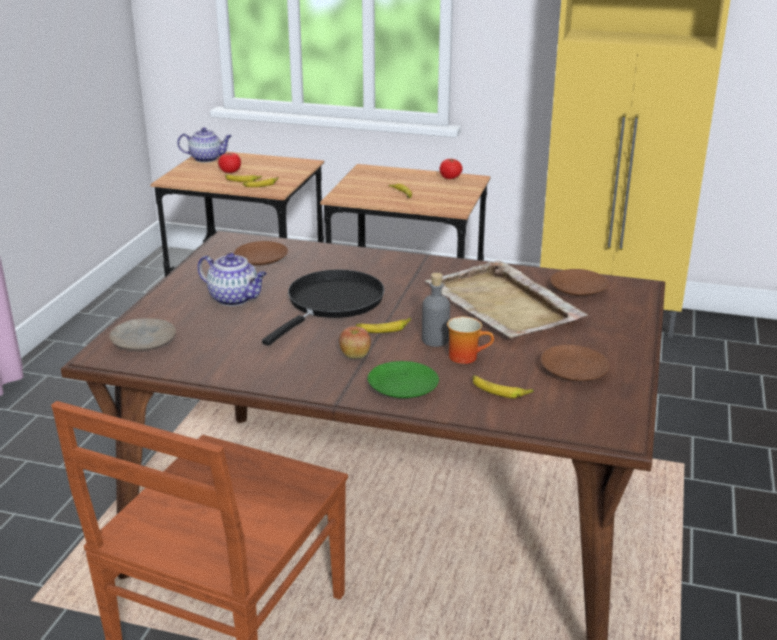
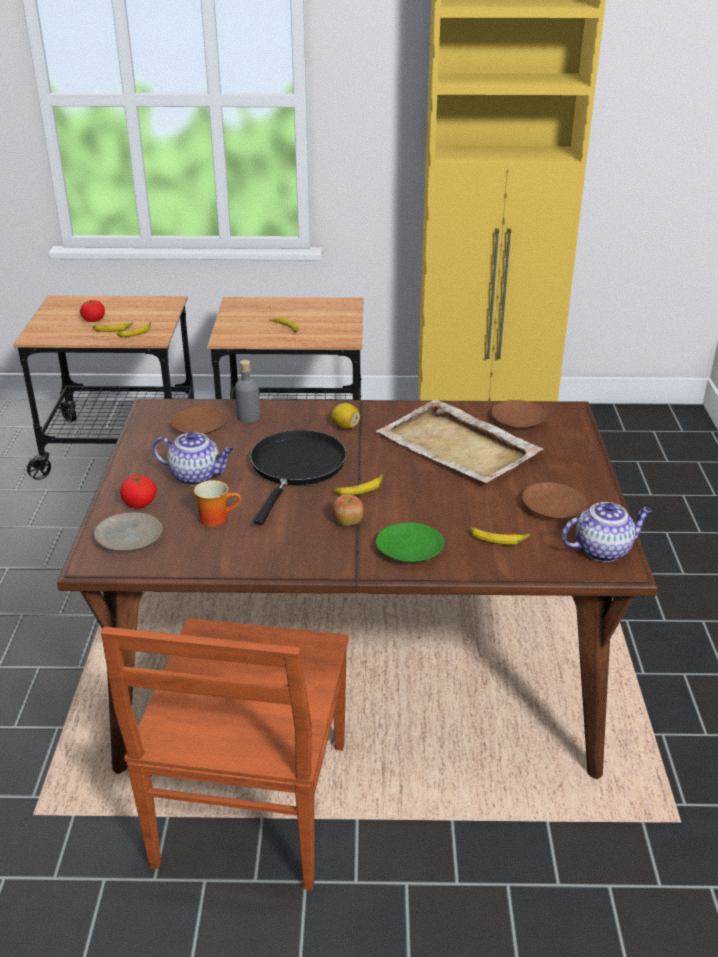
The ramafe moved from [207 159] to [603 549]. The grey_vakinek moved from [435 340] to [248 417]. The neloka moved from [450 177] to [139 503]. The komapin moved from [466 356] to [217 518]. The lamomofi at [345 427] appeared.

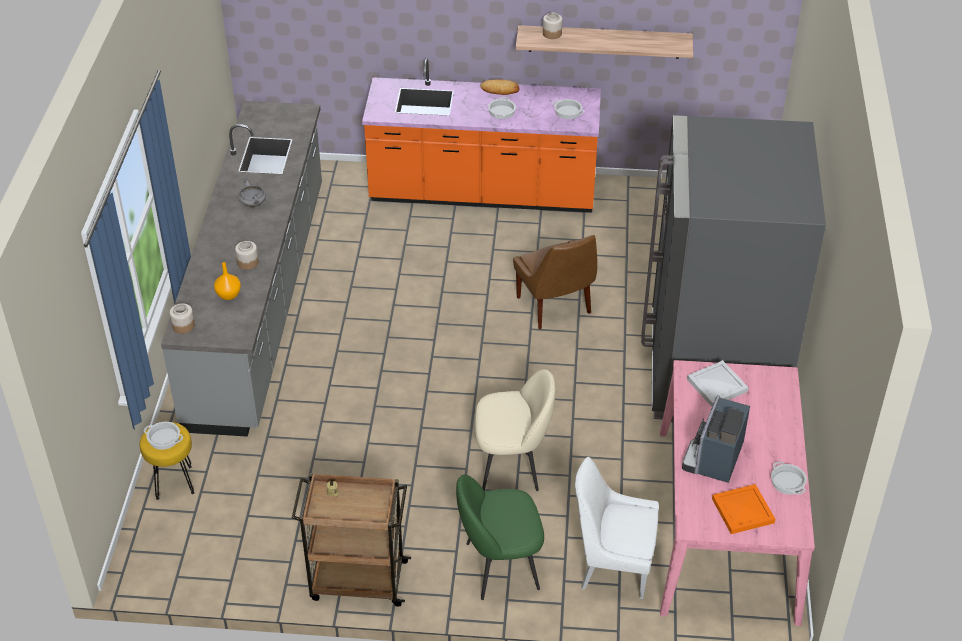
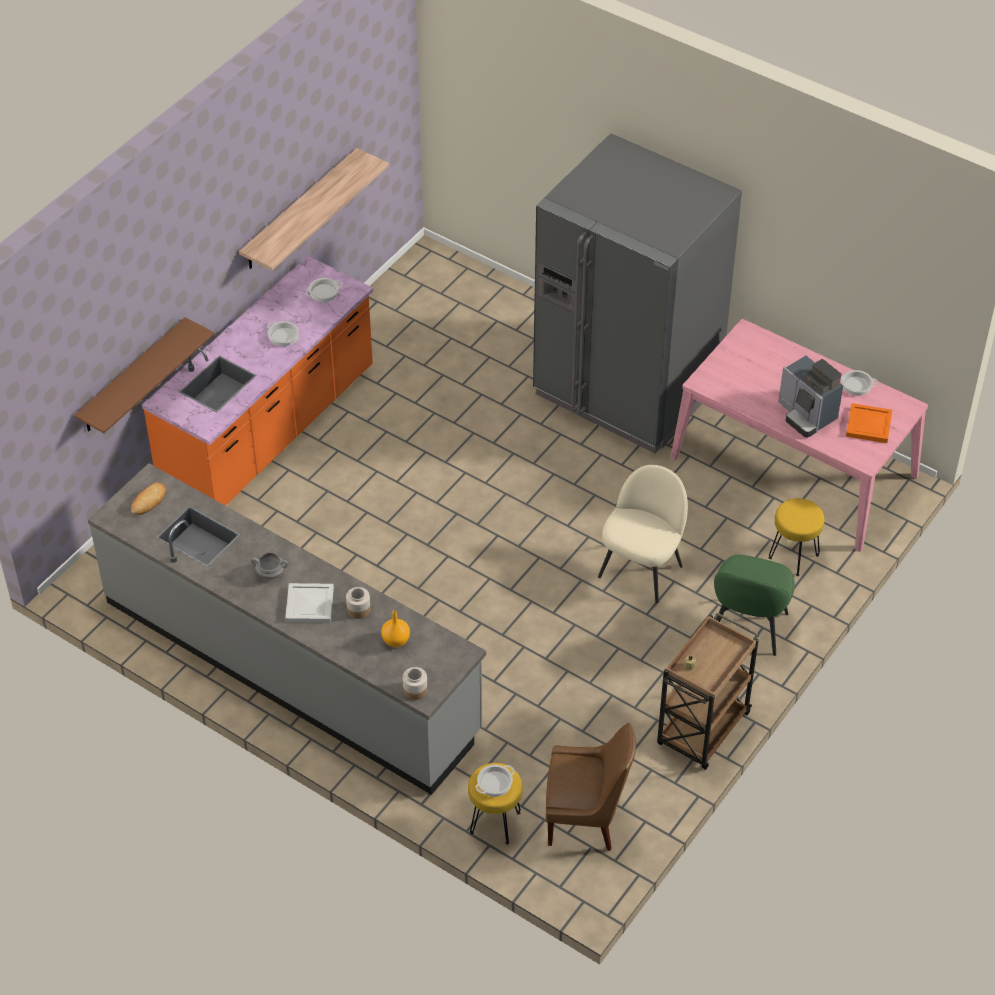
The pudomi moved from [500 89] to [149 501]. The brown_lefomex moved from [555 307] to [586 819]. The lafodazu at [552 33] disappeared. The white_lefomex at [612 566] was replaced by the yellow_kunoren at [793 556]. The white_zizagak moved from [718 385] to [310 604]. The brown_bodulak at [132 377] appeared.

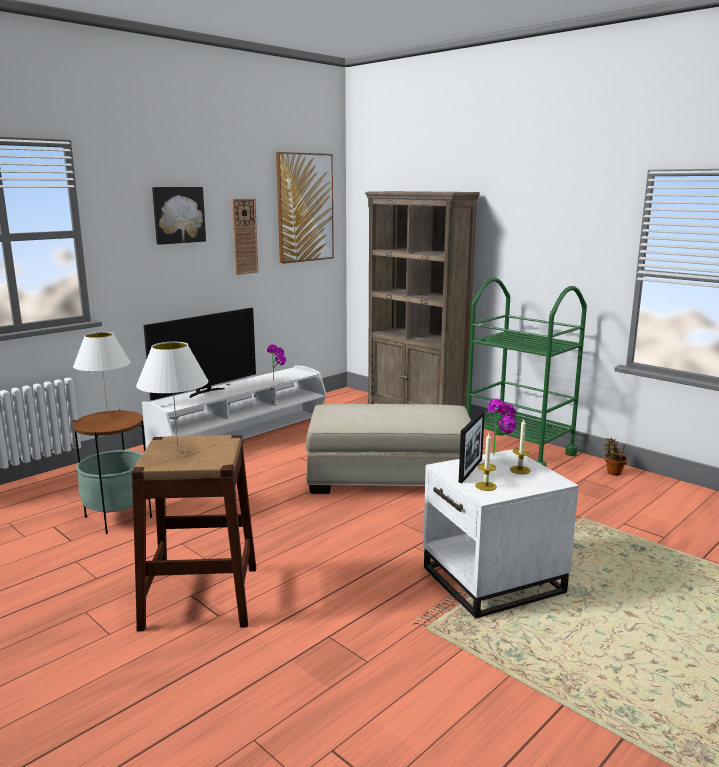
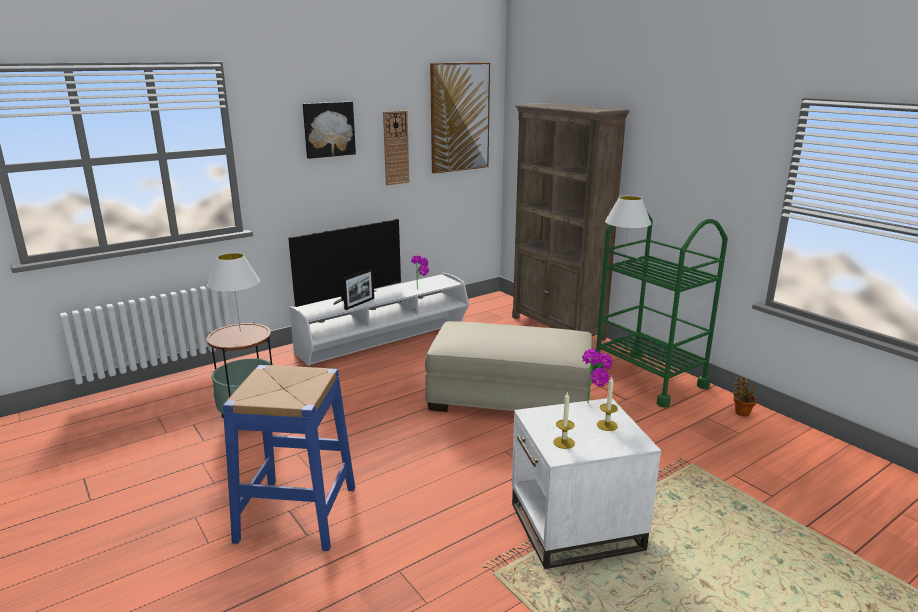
The brown_kunoren at [201 597] became the blue_kunoren at [297 513]. The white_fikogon moved from [178 451] to [623 267]. The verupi moved from [470 470] to [359 304].

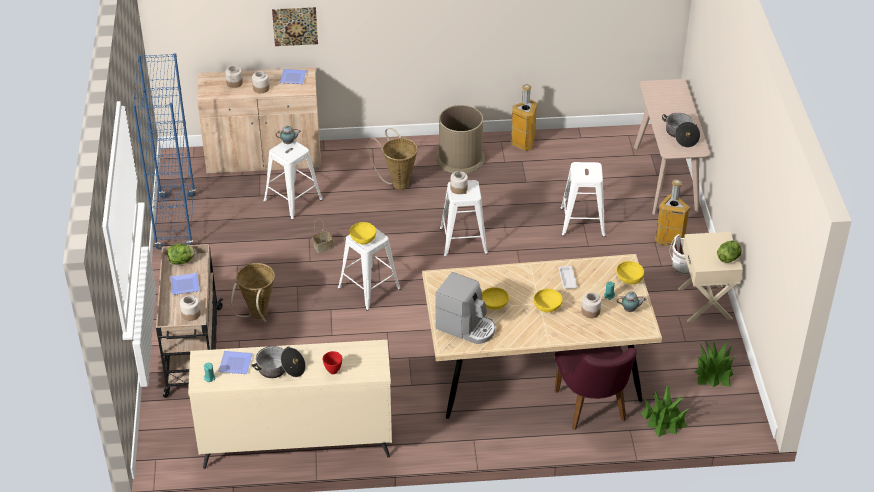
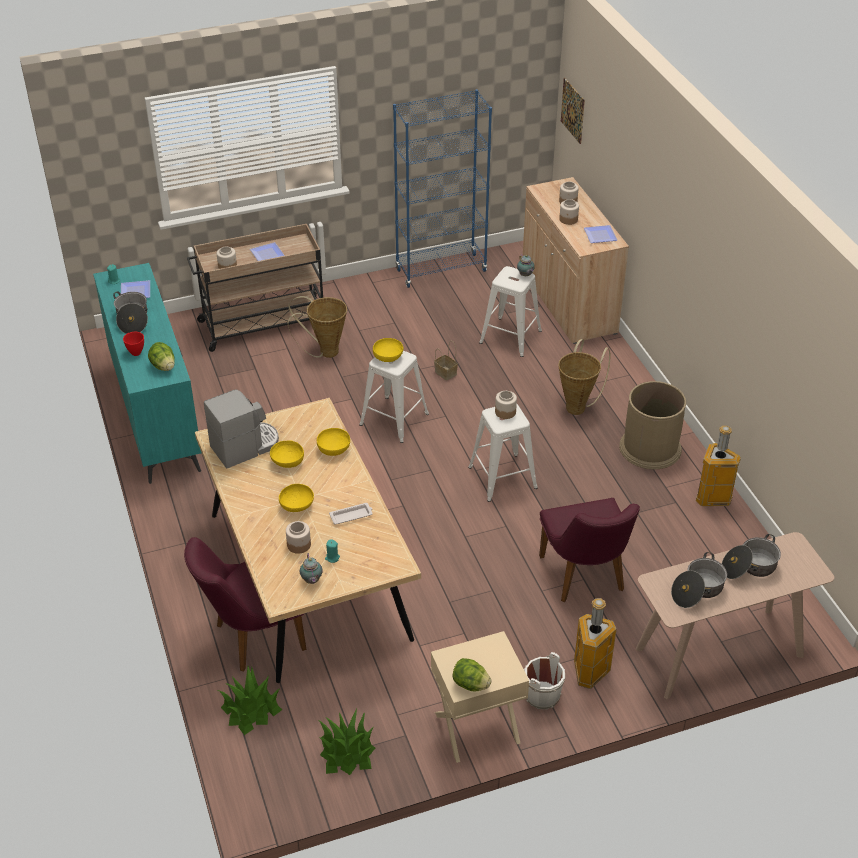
The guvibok moved from [182 261] to [163 366]. The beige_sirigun at [295 443] became the turquoise_sirigun at [156 415]. The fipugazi moved from [295 26] to [572 110]. The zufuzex at [466 327] turned 135 degrees counterclockwise. The white_kunoren at [583 222] was replaced by the purple_lefomex at [585 579]. The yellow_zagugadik moved from [629 279] to [334 449]. The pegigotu at [749 567] appeared.

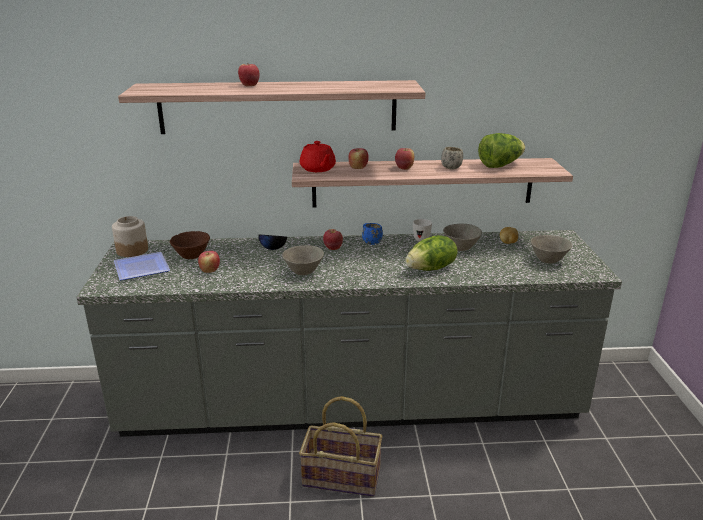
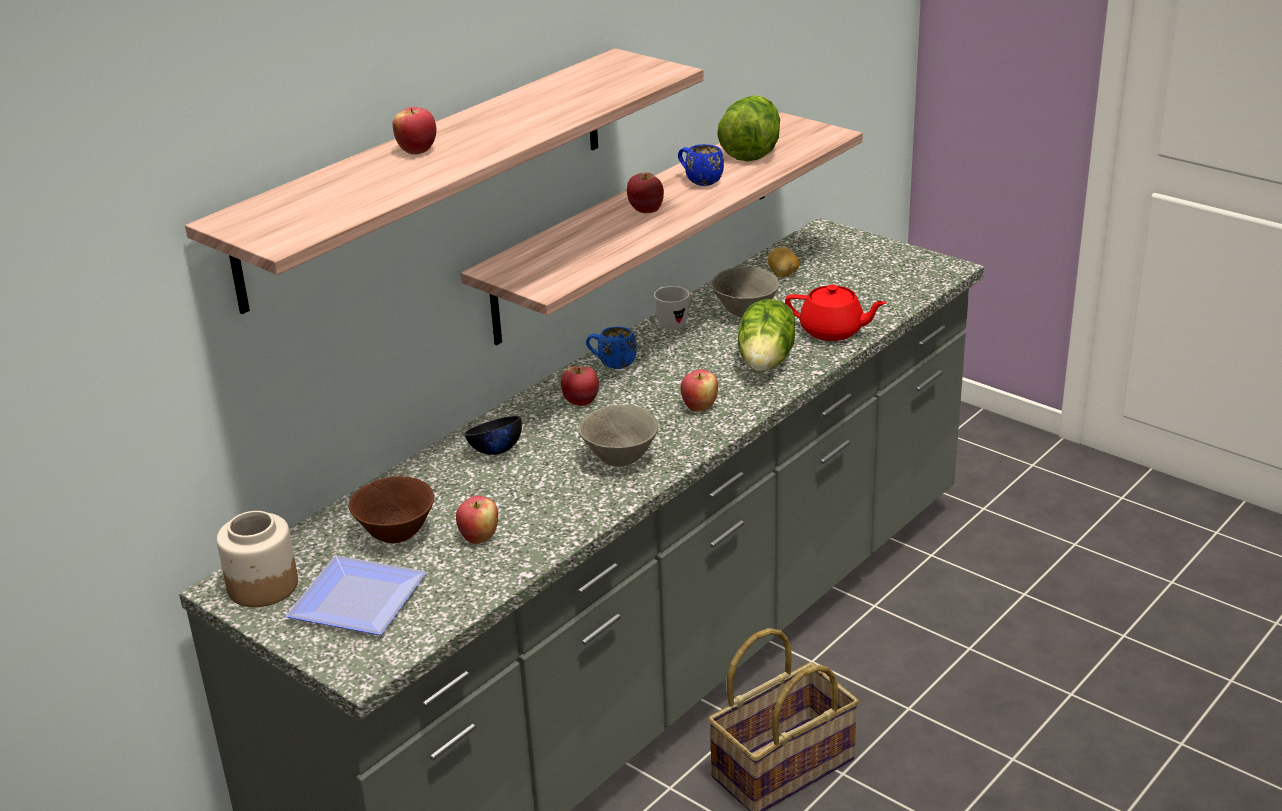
The red_ramafe moved from [318 169] to [833 331]. The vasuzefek moved from [358 168] to [699 407]. The white_komapin at [450 167] became the blue_komapin at [699 181]. The grey_zagugadik at [548 261] disappeared.

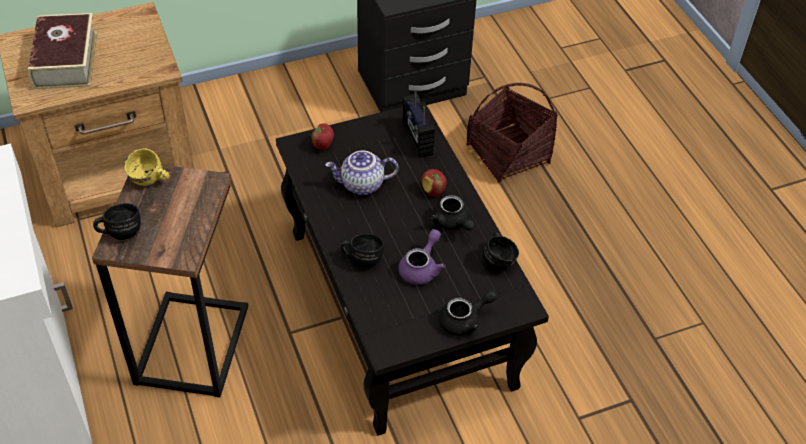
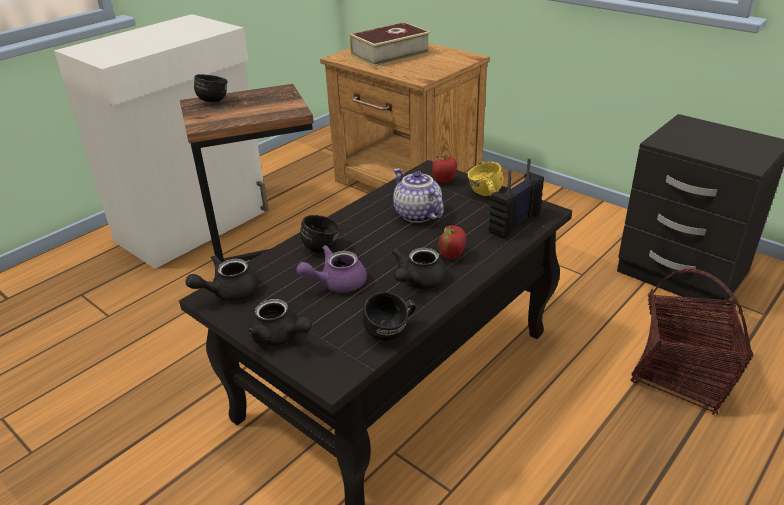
The yellow_komapin moved from [150 181] to [485 195]. The purple_ramafe at [421 268] turned 150 degrees clockwise. The black_ramafe at [228 292] appeared.

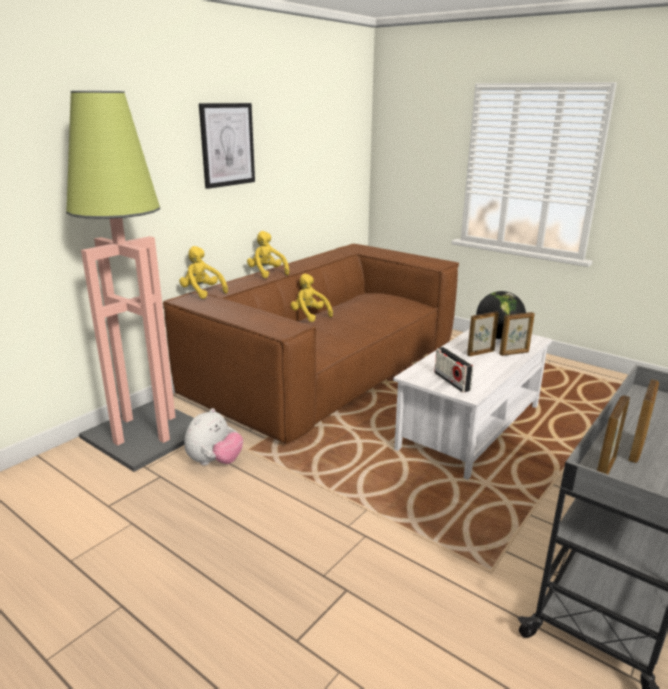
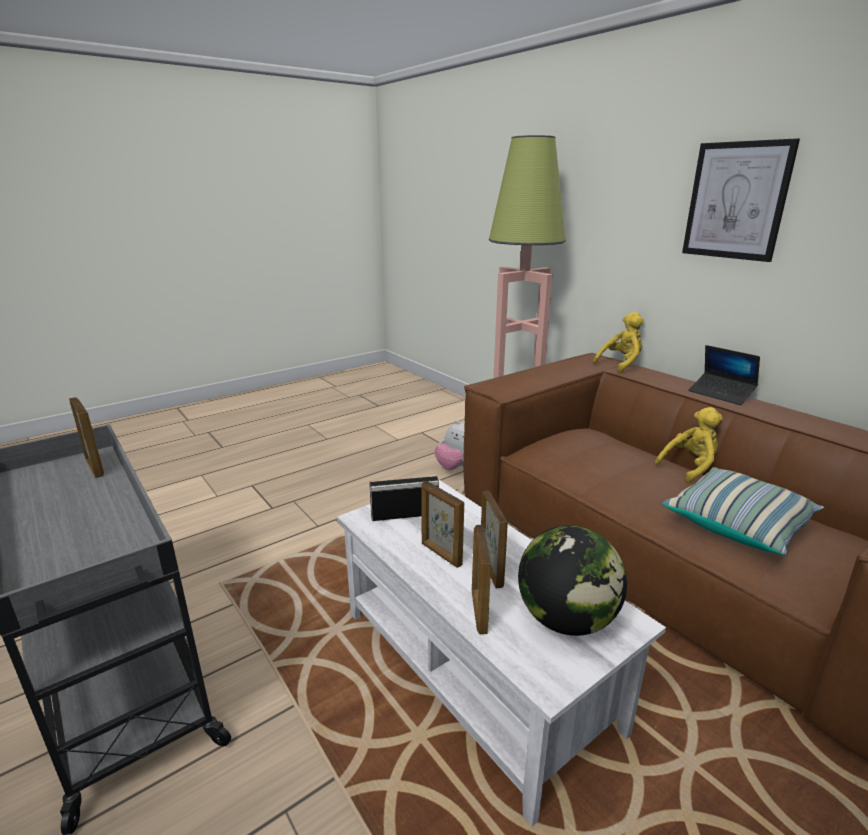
The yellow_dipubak at [267 273] was replaced by the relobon at [721 394]. The verupi moved from [637 450] to [440 554]. The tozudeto at [737 524] appeared.

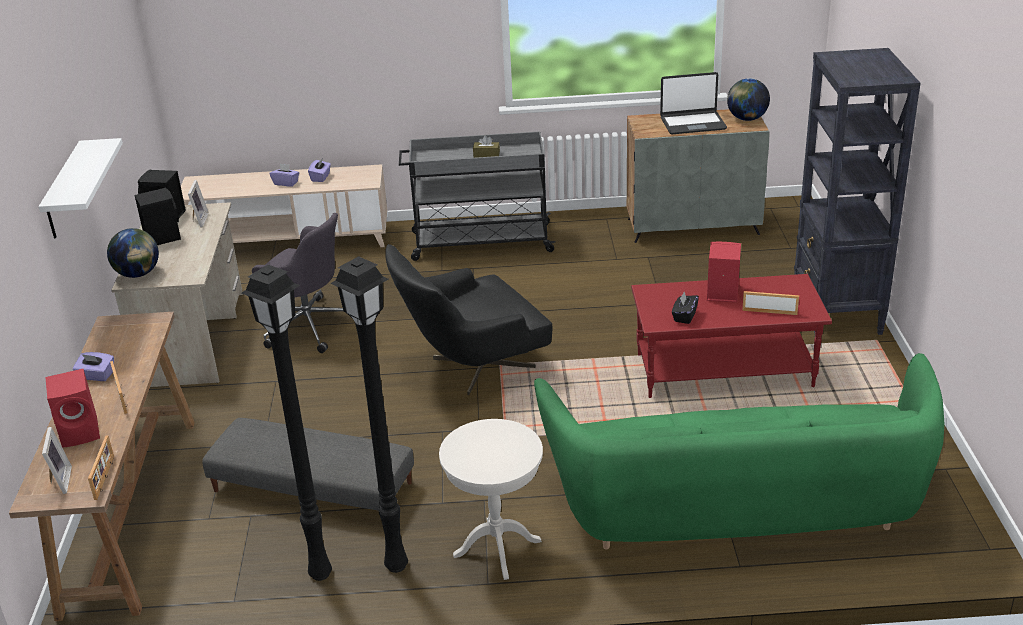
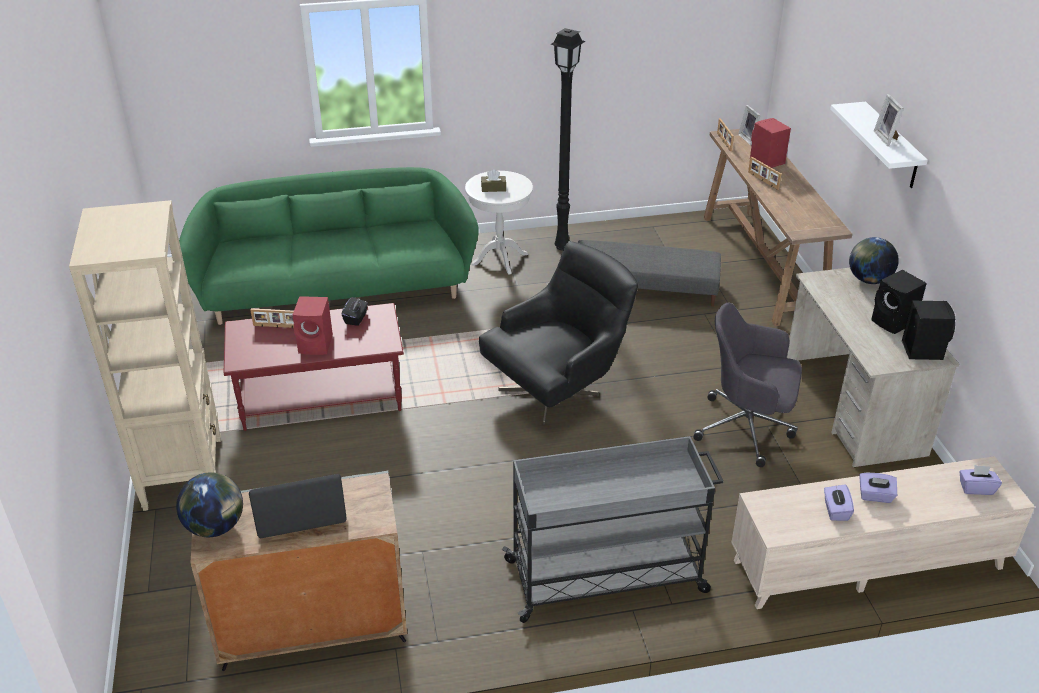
The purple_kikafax moved from [96 376] to [976 488]. The verupi moved from [198 220] to [887 138]. The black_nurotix at [318 574] disappeared. The brown_kikafax moved from [486 155] to [493 188]. The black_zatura at [837 314] became the beige_zatura at [183 472].

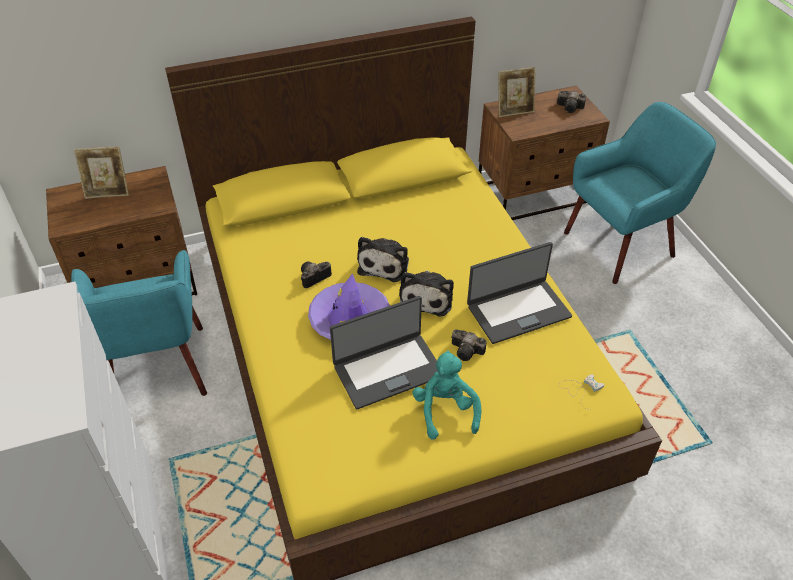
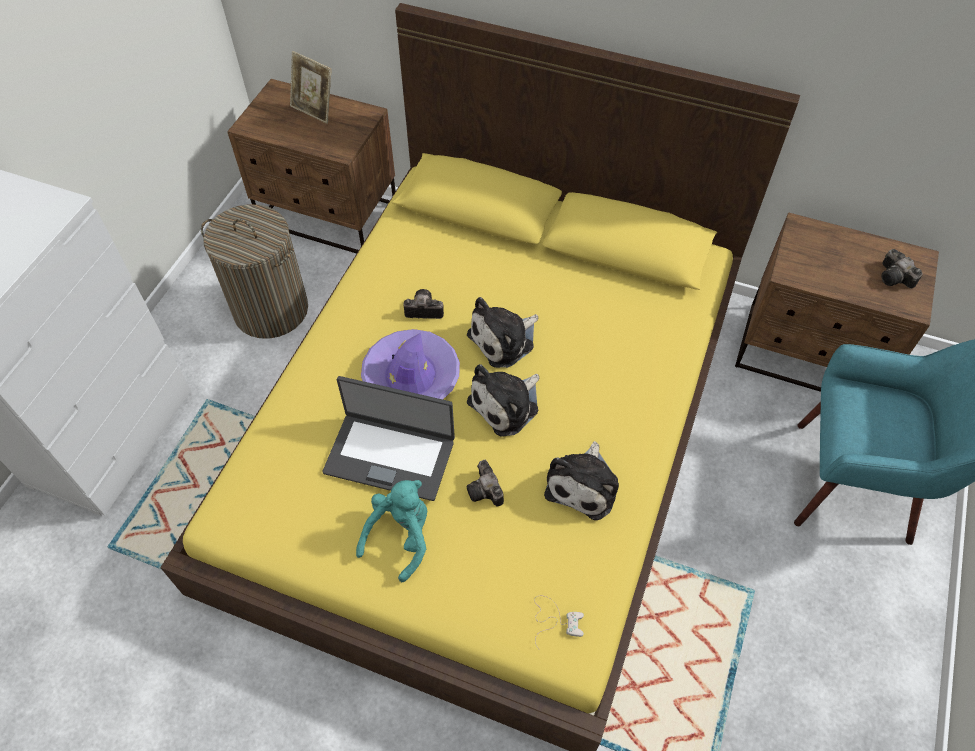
The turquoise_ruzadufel at [157 370] was replaced by the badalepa at [270 309]. The relobon at [518 310] was replaced by the dipubak at [584 484]. The verupi at [514 111] disappeared.

